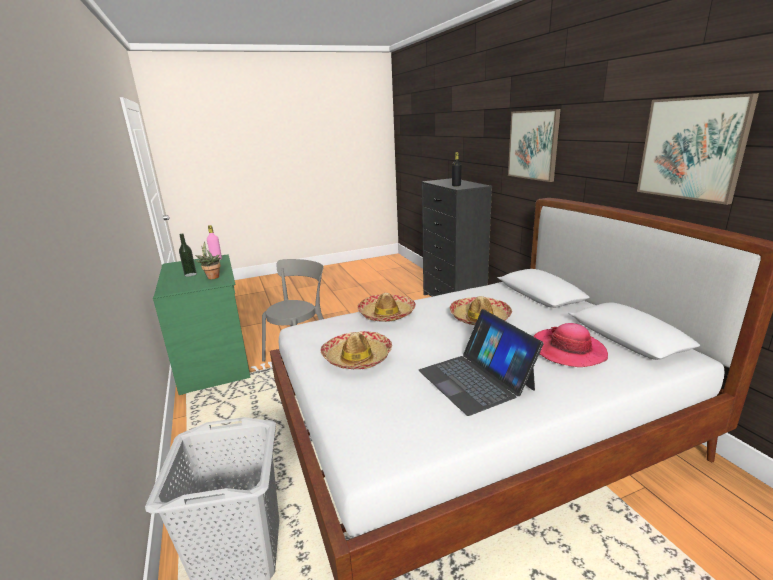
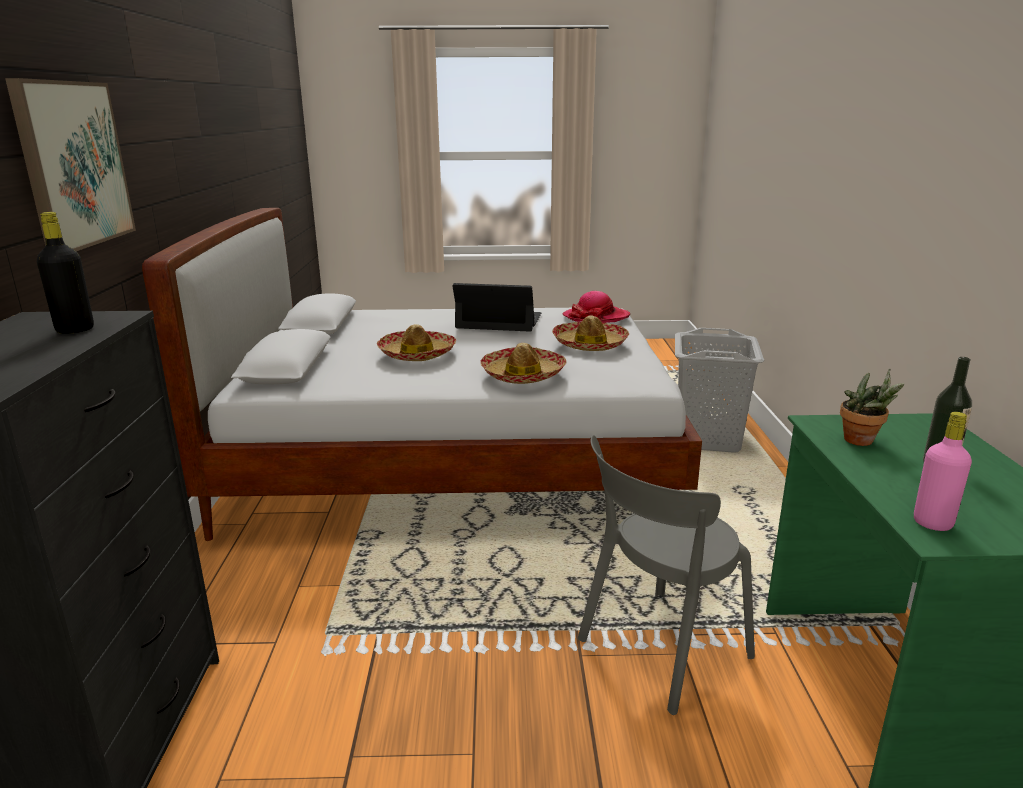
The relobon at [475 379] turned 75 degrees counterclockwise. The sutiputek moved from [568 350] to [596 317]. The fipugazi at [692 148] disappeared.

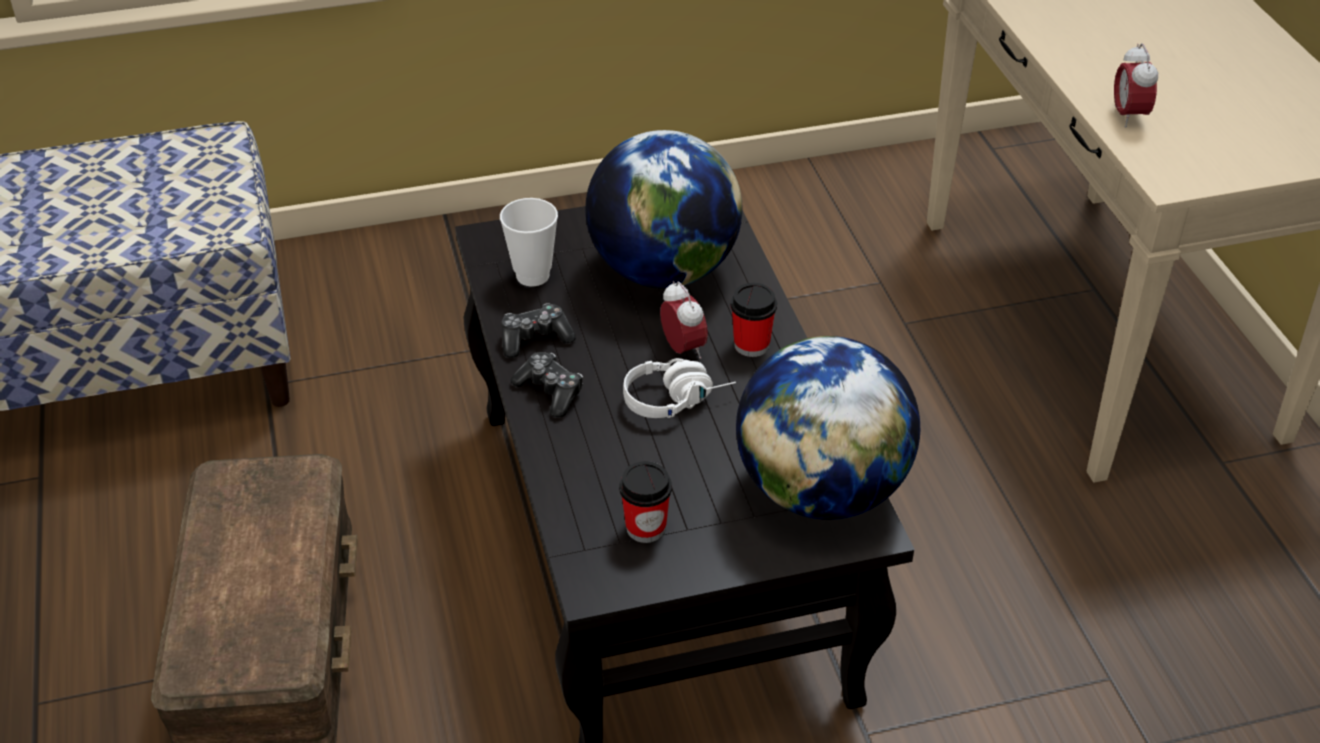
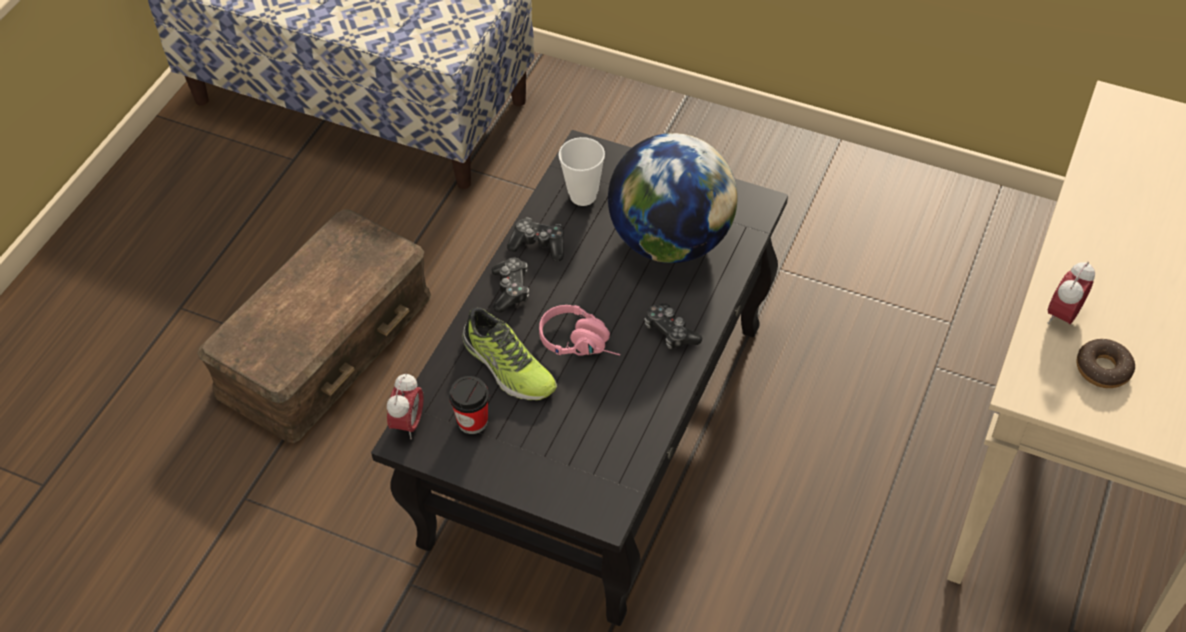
The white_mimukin at [677 398] became the pink_mimukin at [582 343]. The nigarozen moved from [683 349] to [408 423]. The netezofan at [751 345] was replaced by the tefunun at [670 332]. The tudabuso at [821 491] disappeared. The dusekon at [507 367] appeared. The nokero at [1103 369] appeared.

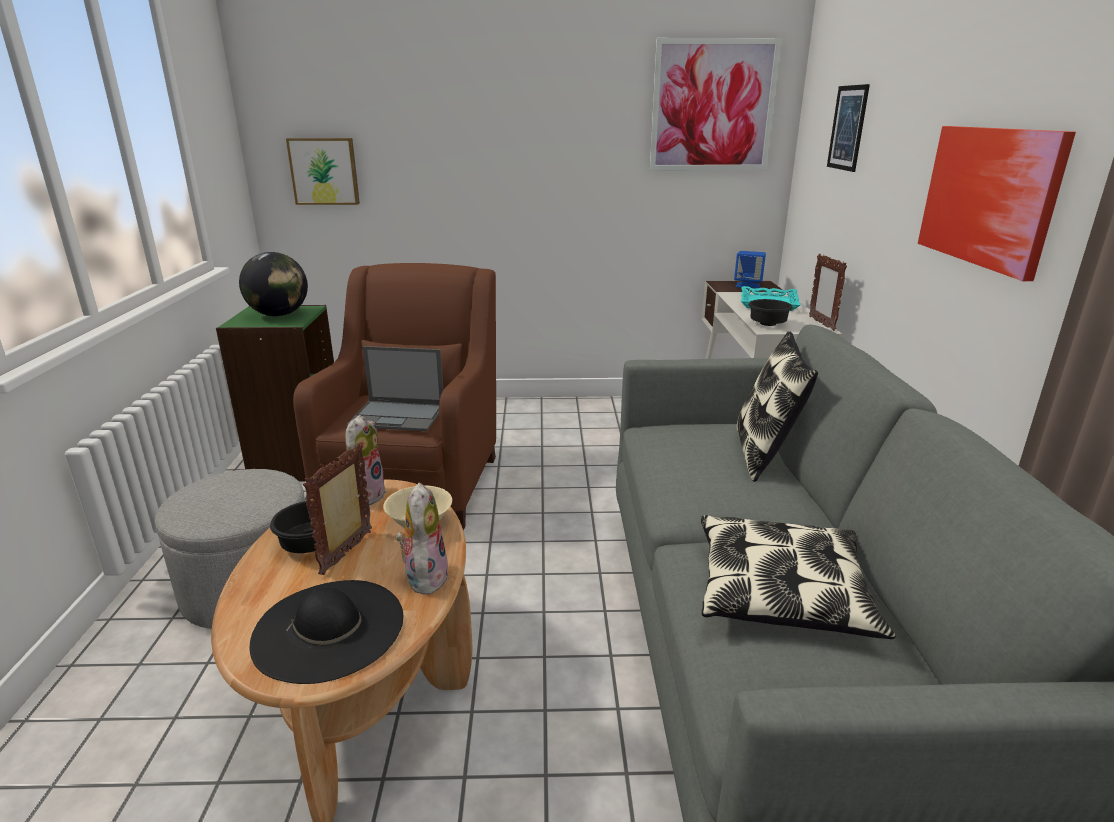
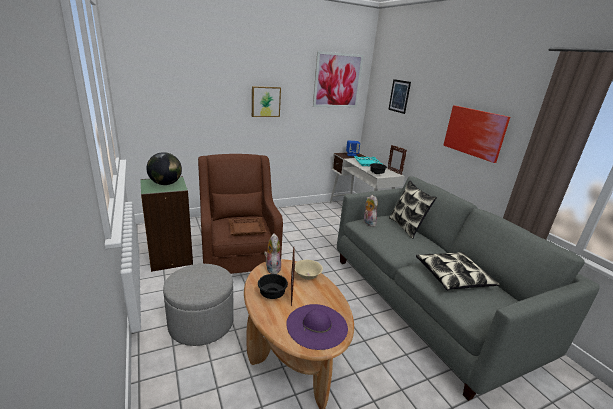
The black_sutiputek at [329 628] became the purple_sutiputek at [317 325]. The fipugazi moved from [324 171] to [265 101]. The relobon at [398 416] was replaced by the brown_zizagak at [247 229]. The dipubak moved from [424 576] to [368 223].

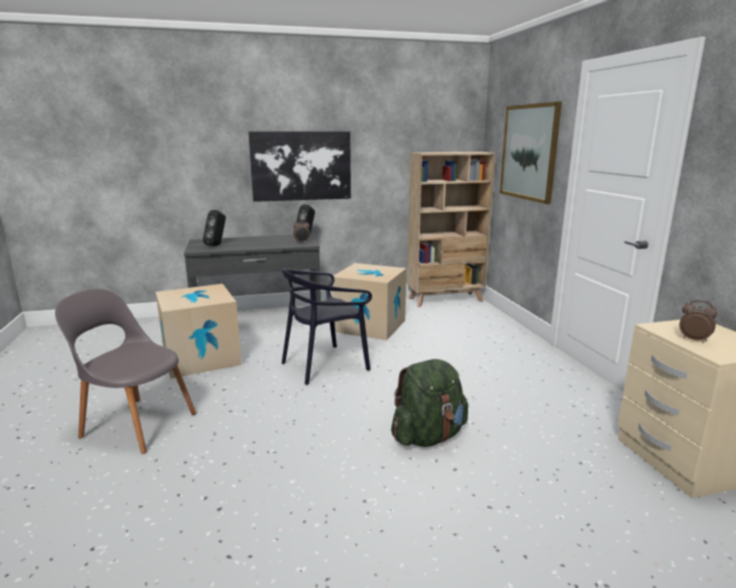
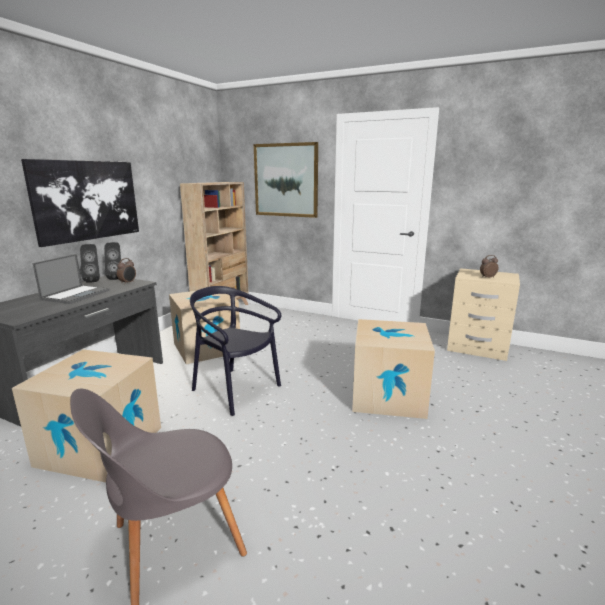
The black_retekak moved from [217 245] to [94 281]. The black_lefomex at [325 365] turned 120 degrees clockwise. The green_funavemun at [428 436] was replaced by the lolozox at [388 396]. The relobon at [76 294] appeared.

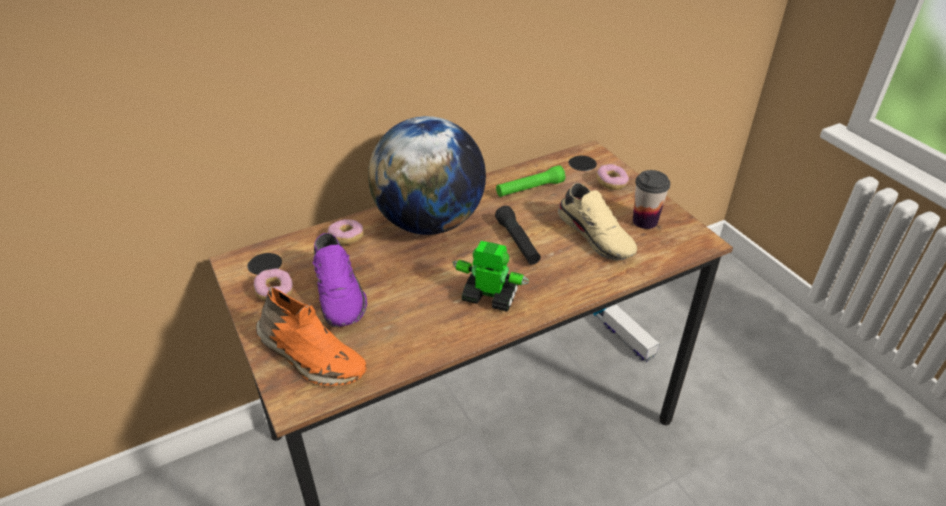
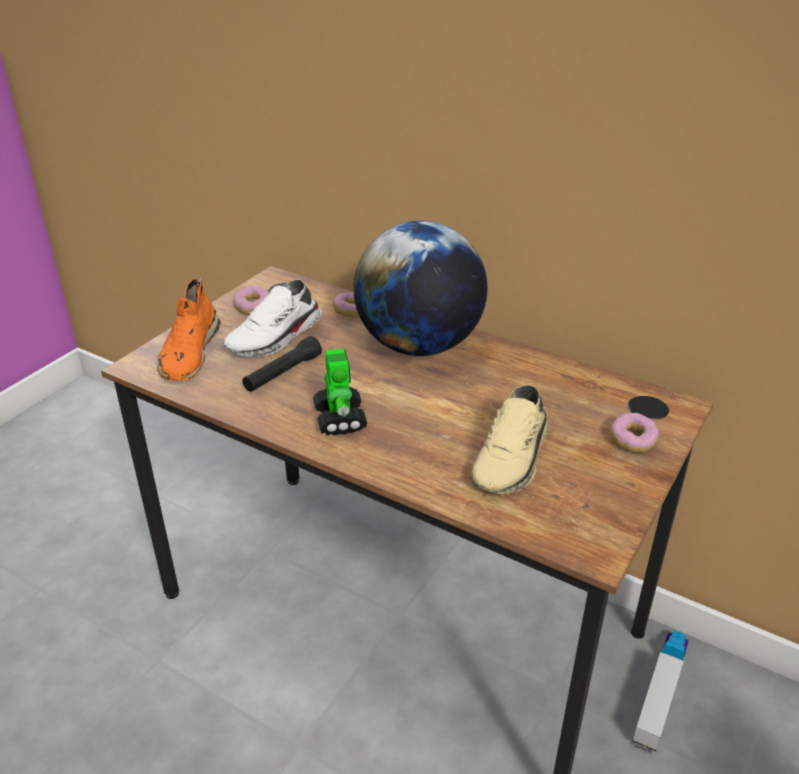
The purple_dusekon at [341 293] became the white_dusekon at [276 338]. The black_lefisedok moved from [517 242] to [283 373]. The green_lefisedok at [530 189] disappeared. The netezofan at [645 221] disappeared.

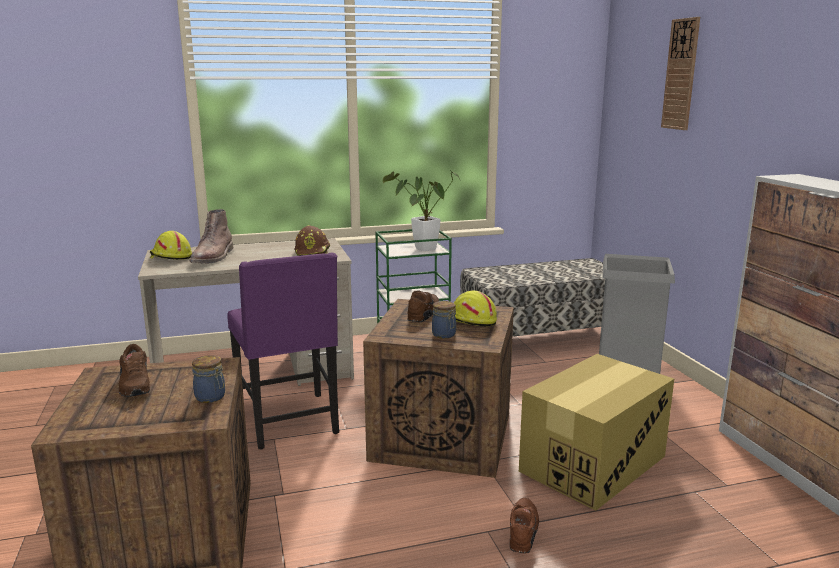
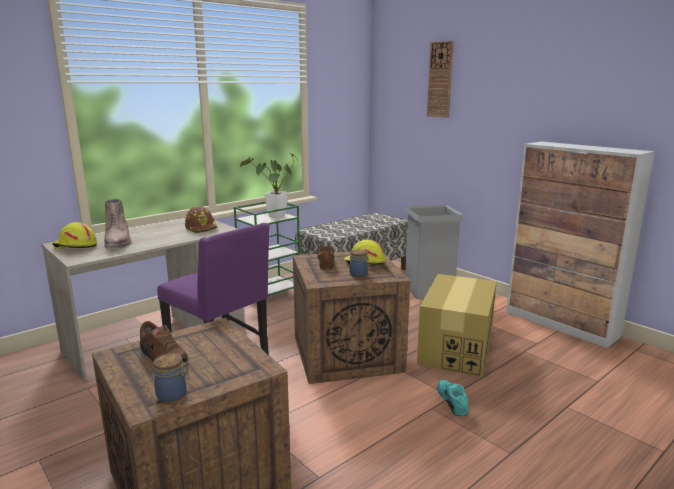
The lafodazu moved from [211 397] to [173 395]. The brown_dusekon at [524 530] became the turquoise_dusekon at [453 401].

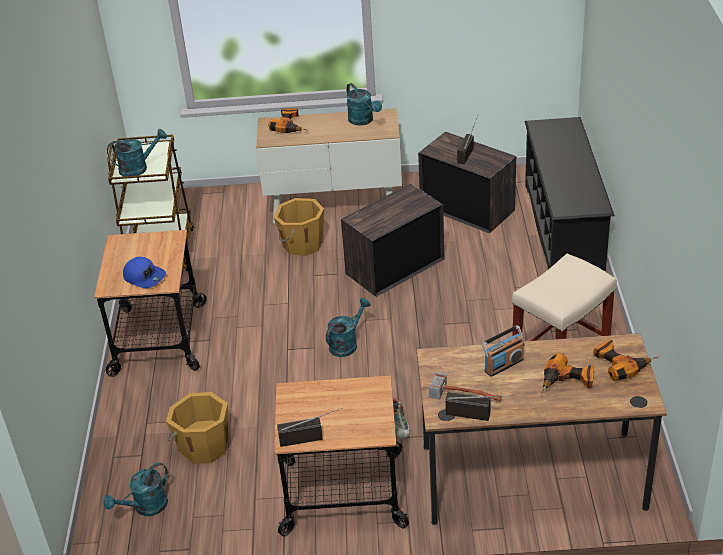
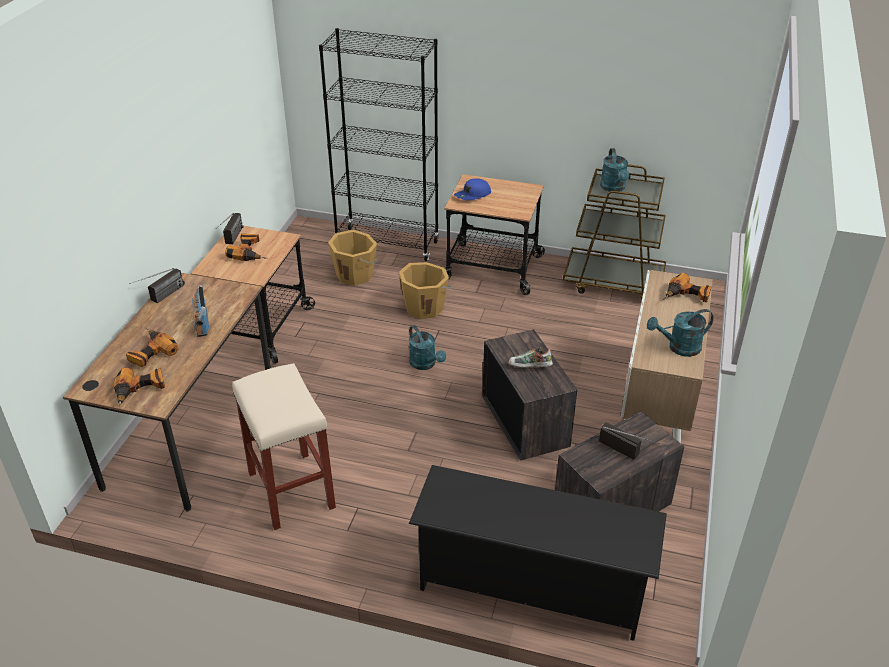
The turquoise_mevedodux at [145 508] disappeared. The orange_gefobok moved from [301 244] to [424 307]. The dusekon moved from [400 426] to [530 367]. The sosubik at [467 393] disappeared. The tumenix at [250 252] appeared. The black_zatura at [387 244] appeared.

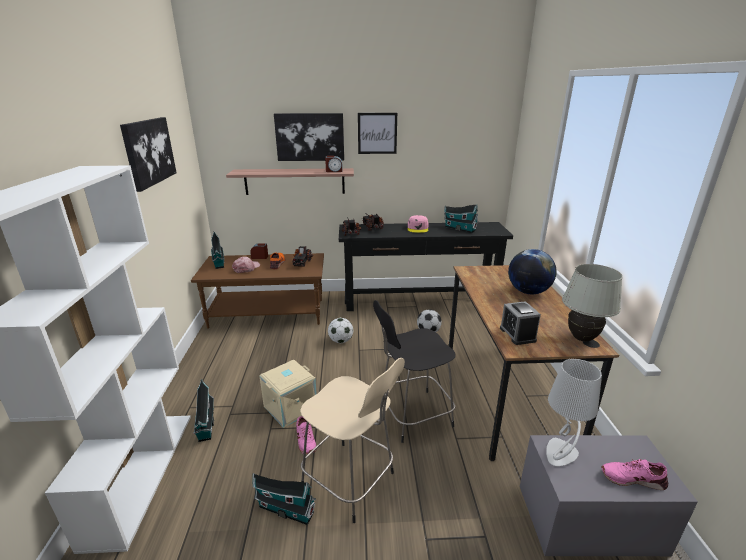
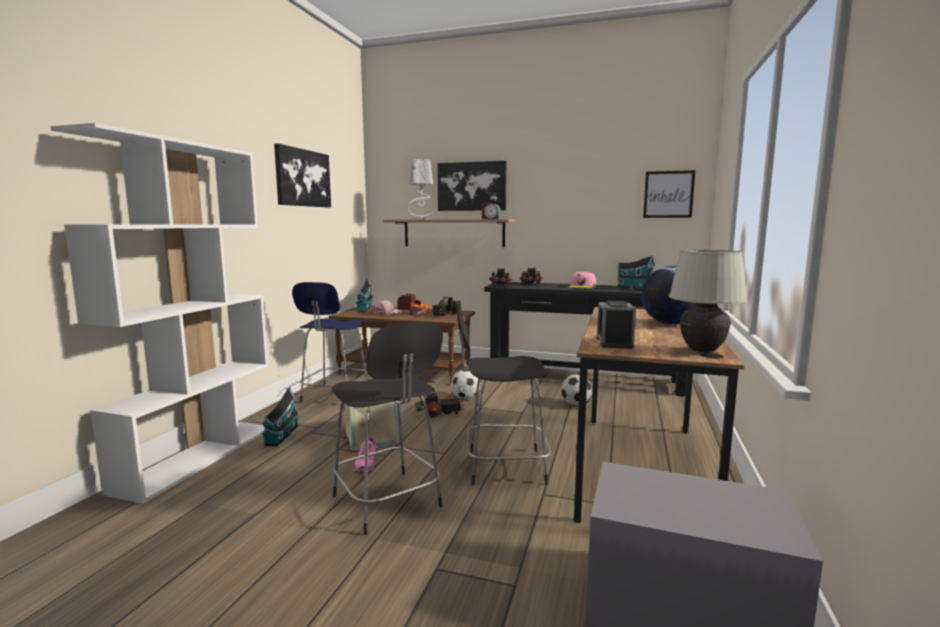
The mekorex at [284 509] disappeared. The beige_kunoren at [350 481] became the black_kunoren at [388 503]. The fipugazi moved from [377 133] to [668 194]. The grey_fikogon moved from [560 454] to [420 219]. The pink_dusekon at [632 478] disappeared. The blue_kunoren at [334 396] appeared. The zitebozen at [440 414] appeared.

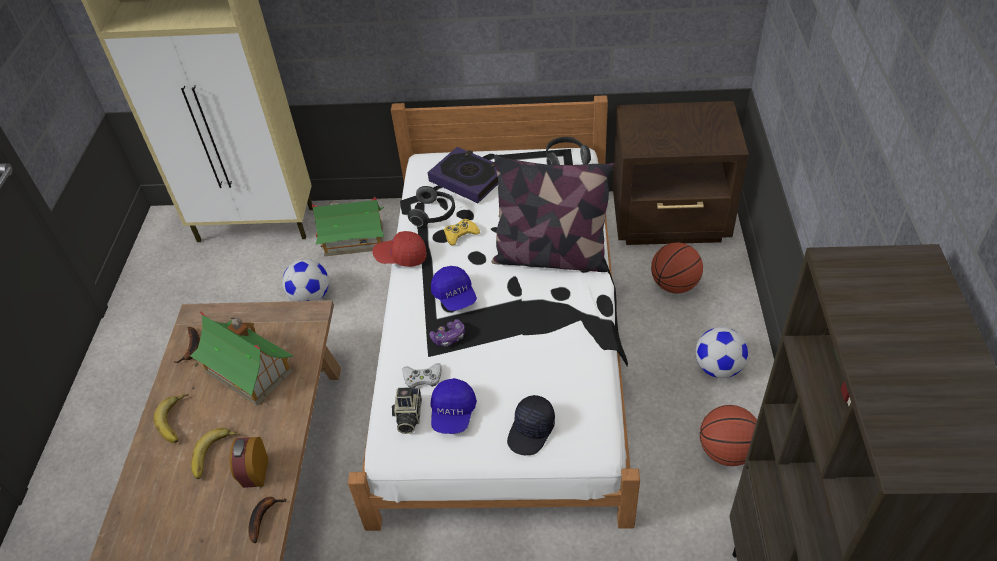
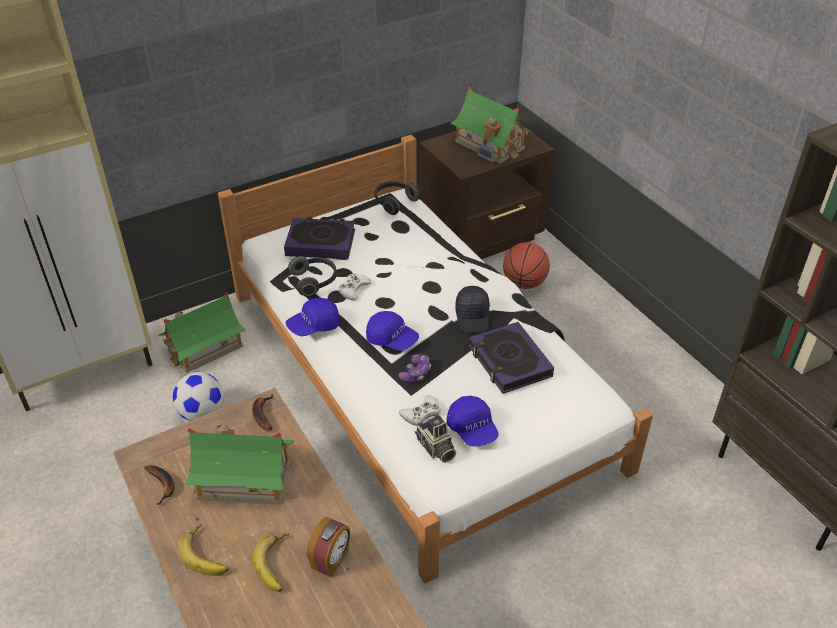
The nigarozen at [254 473] turned 120 degrees counterclockwise. The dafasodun moved from [263 517] to [262 414]. The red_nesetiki at [401 256] became the blue_nesetiki at [314 326]. The yellow_tefunun at [460 234] became the white_tefunun at [353 289]. The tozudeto at [550 257] disappeared. The black_nesetiki moved from [531 431] to [473 316]. The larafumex at [718 368] disappeared. The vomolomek at [726 451] disappeared. The mekorex at [490 145] appeared. The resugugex at [509 362] appeared.

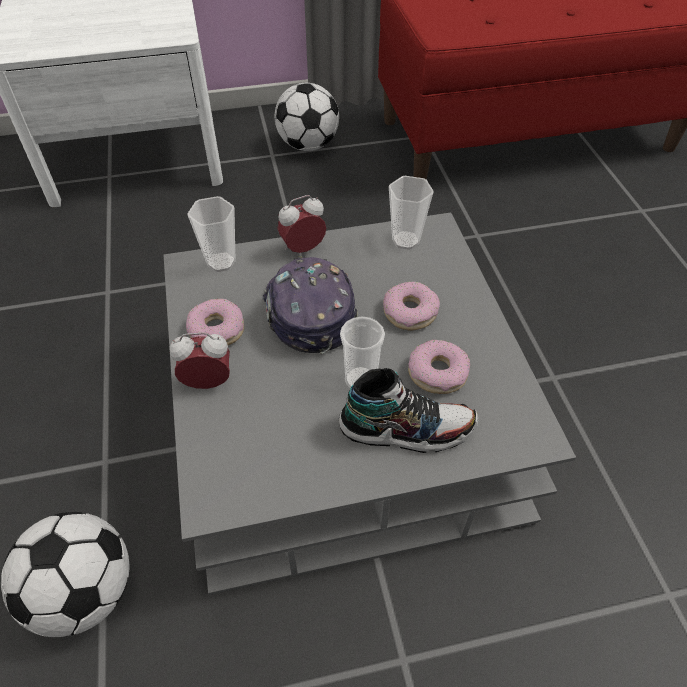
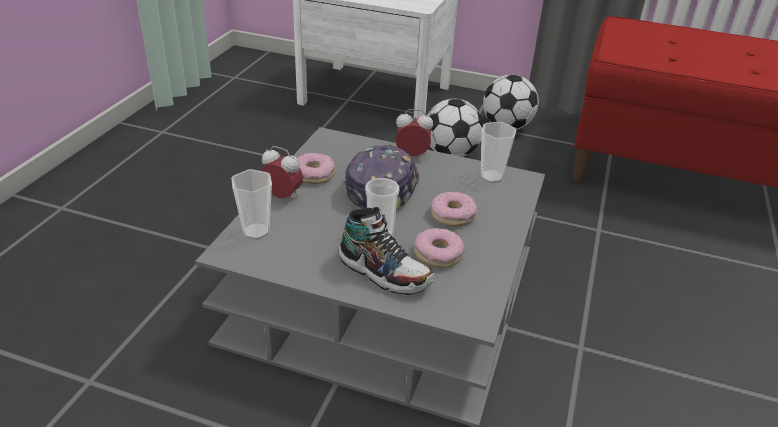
The larafumex moved from [85 592] to [450 154]. The netezofan moved from [221 262] to [256 232].

